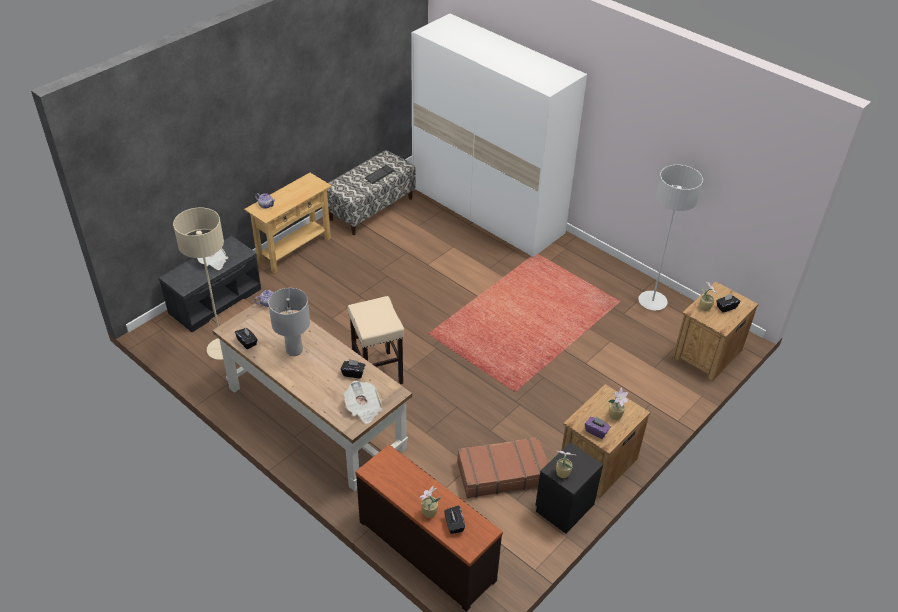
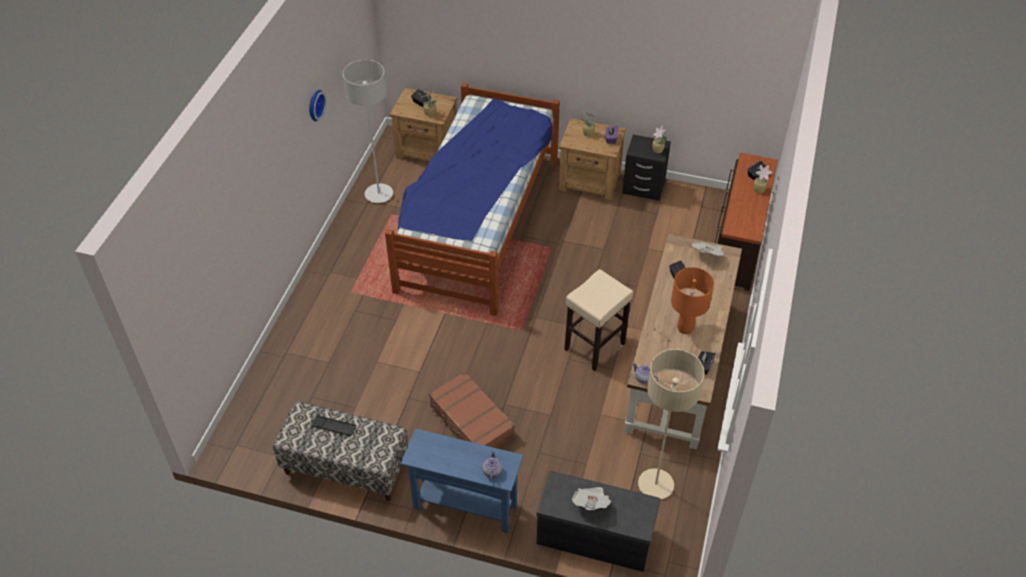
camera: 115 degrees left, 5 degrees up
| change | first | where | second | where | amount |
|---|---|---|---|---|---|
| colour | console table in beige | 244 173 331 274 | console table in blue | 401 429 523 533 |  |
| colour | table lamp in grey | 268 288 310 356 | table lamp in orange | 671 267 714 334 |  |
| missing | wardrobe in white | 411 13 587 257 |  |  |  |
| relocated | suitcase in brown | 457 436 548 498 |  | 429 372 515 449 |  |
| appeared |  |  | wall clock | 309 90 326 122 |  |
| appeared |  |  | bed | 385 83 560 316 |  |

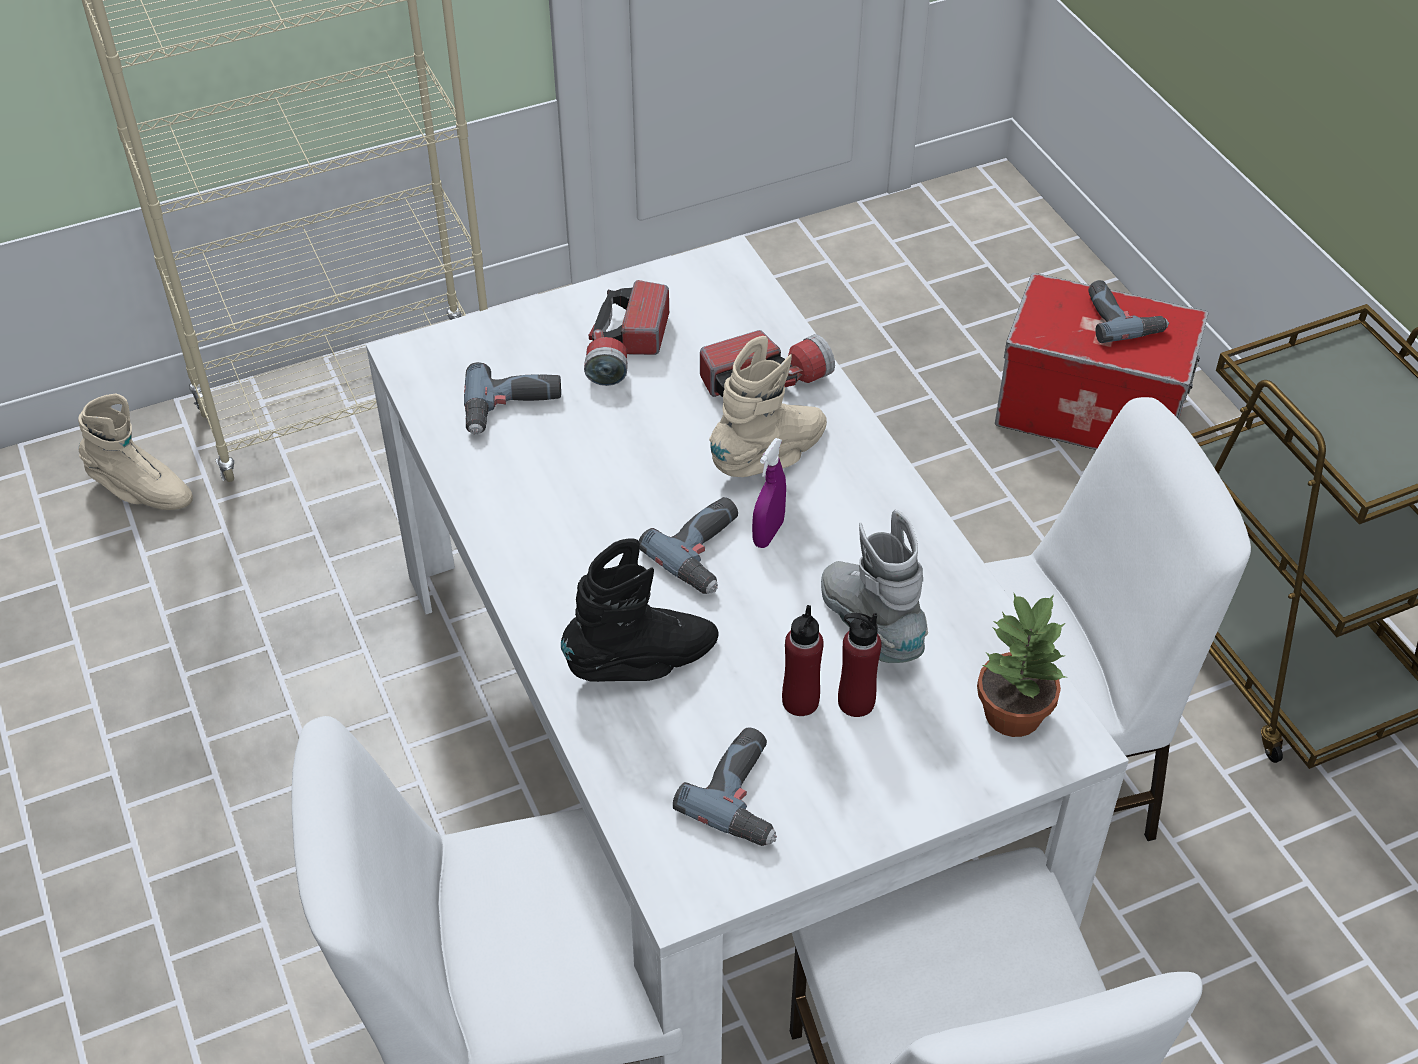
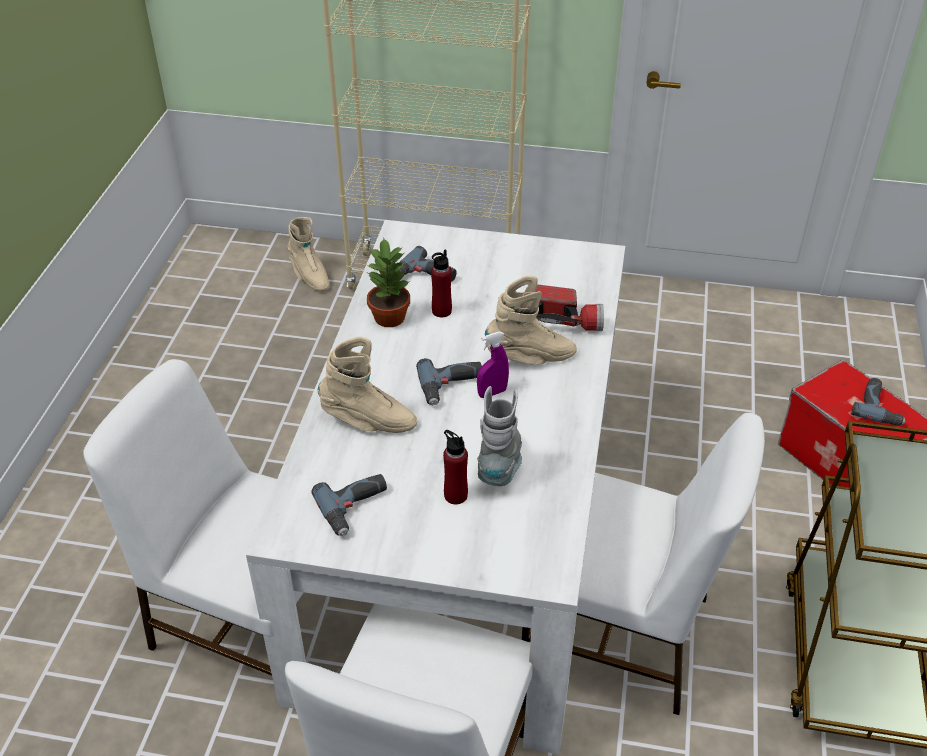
camera: 35 degrees right, 5 degrees down
| change | first | where | second | where | amount |
|---|---|---|---|---|---|
| colour | boot in black | 561 538 719 682 | boot in beige | 318 337 417 433 |  |
| missing | flashlight | 584 280 669 386 |  |  |  |
| relocated | bottle in red | 782 605 824 716 |  | 431 249 452 318 |  |
| relocated | potted plant | 977 592 1068 737 |  | 366 238 410 327 |  |

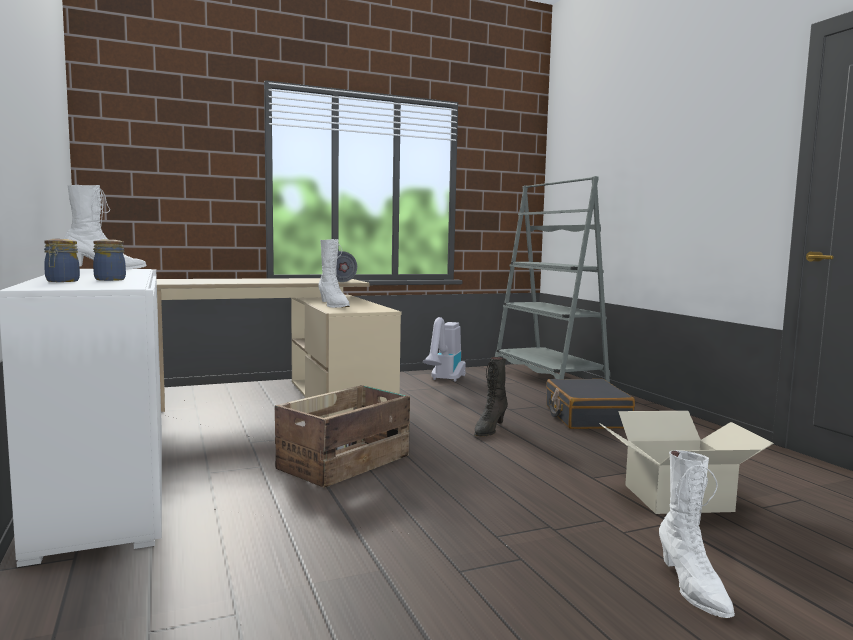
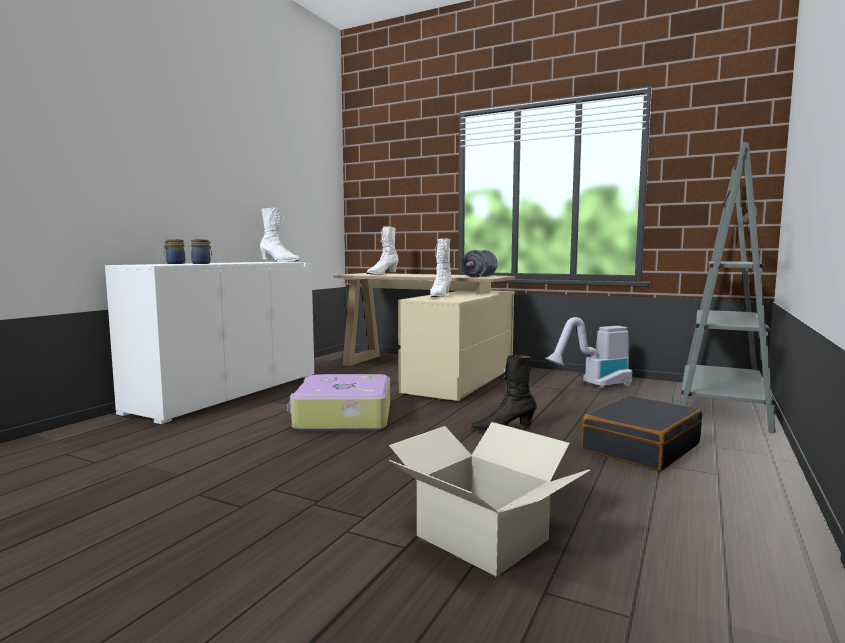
camera: 50 degrees right, 0 degrees up
| change | first | where | second | where | amount |
|---|---|---|---|---|---|
| exchanged | crate | 275 385 410 488 | suitcase | 287 374 390 431 |  |
| relocated | boot in white | 659 450 735 618 |  | 367 226 399 274 |  |

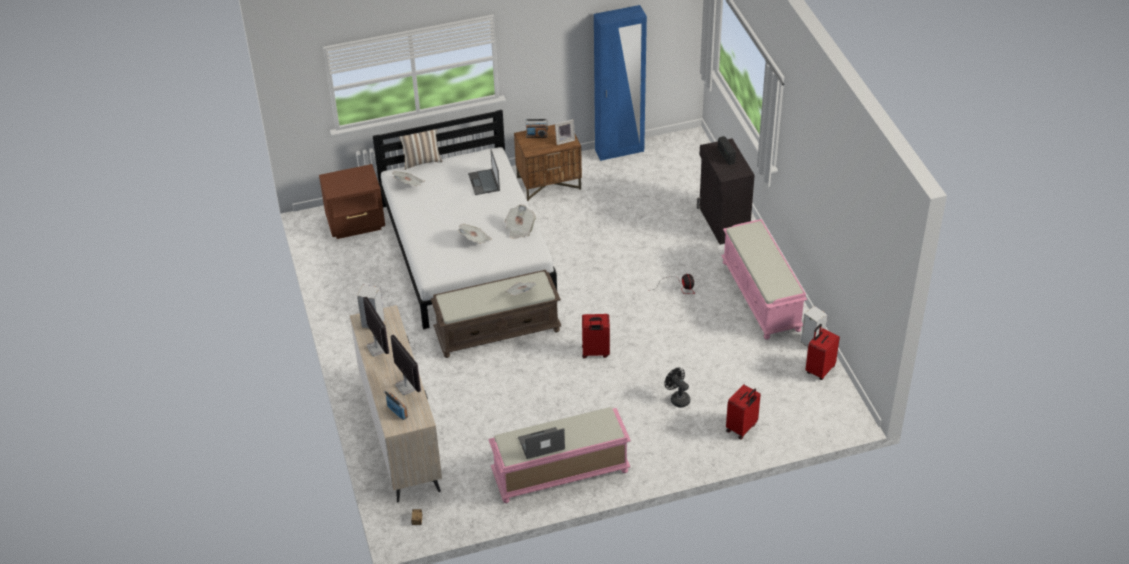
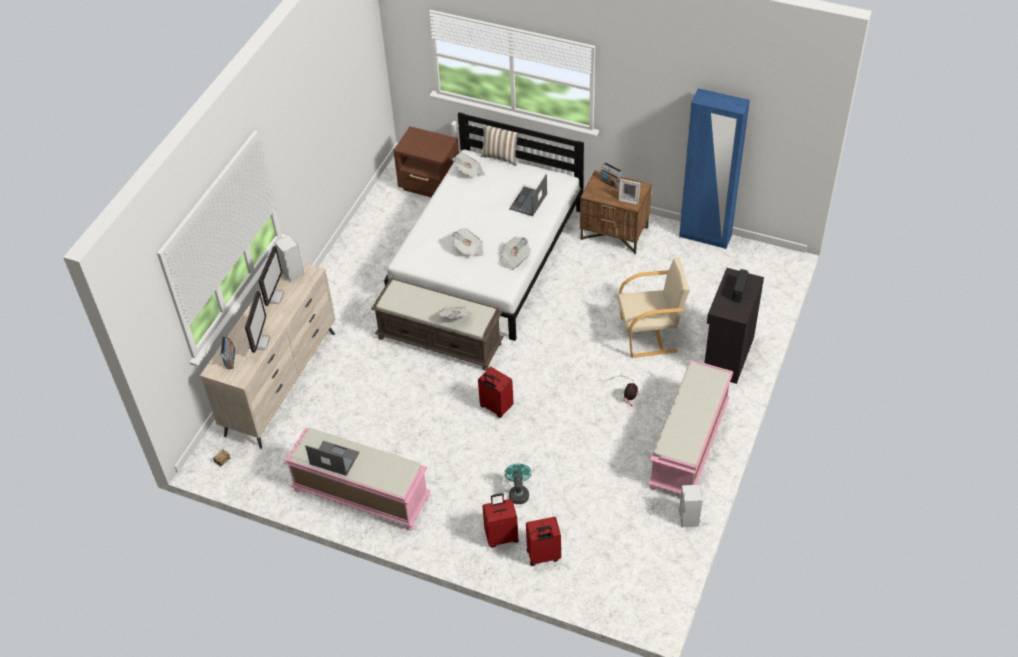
camera: 40 degrees right, 5 degrees up
| change | first | where | second | where | amount |
|---|---|---|---|---|---|
| colour | fan in black | 664 368 690 408 | fan in turquoise | 504 464 532 504 |  |
| relocated | suitcase in red | 805 324 840 380 |  | 482 493 519 548 |  |
| appeared |  |  | armchair in beige | 617 257 690 358 |  |

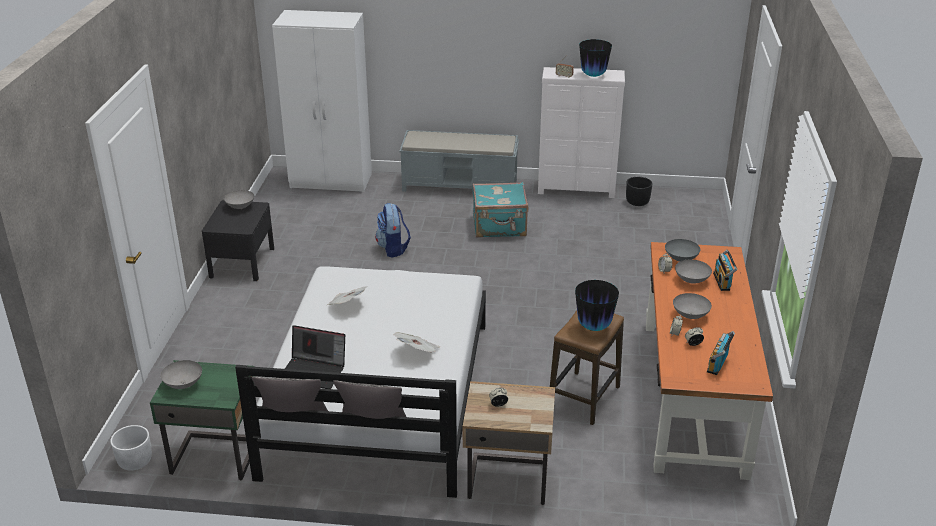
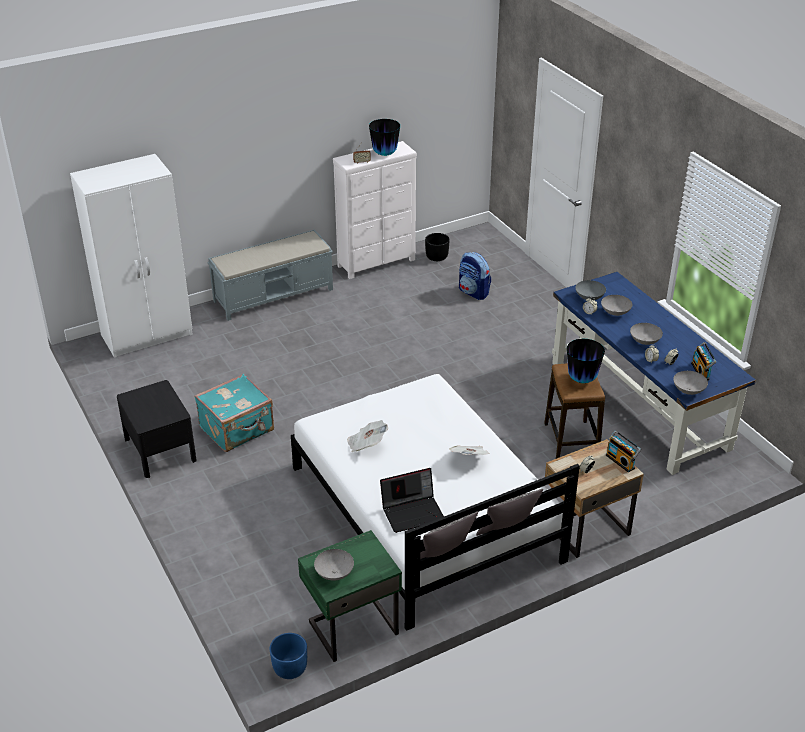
camera: 35 degrees left, 5 degrees up
| change | first | where | second | where | amount |
|---|---|---|---|---|---|
| colour | planter in white | 110 425 152 471 | planter in blue | 270 633 307 679 |  |
| relocated | bowl in grey | 224 190 254 209 |  | 673 371 708 395 |  |
| relocated | backpack | 375 203 411 258 |  | 459 252 491 300 |  |
| relocated | suitcase in turquoise | 473 182 528 238 |  | 194 374 274 452 |  |
| colour | desk in orange | 646 242 773 480 | desk in blue | 552 272 756 475 |  |
| relocated | radio | 713 250 737 291 |  | 606 430 641 473 |  |

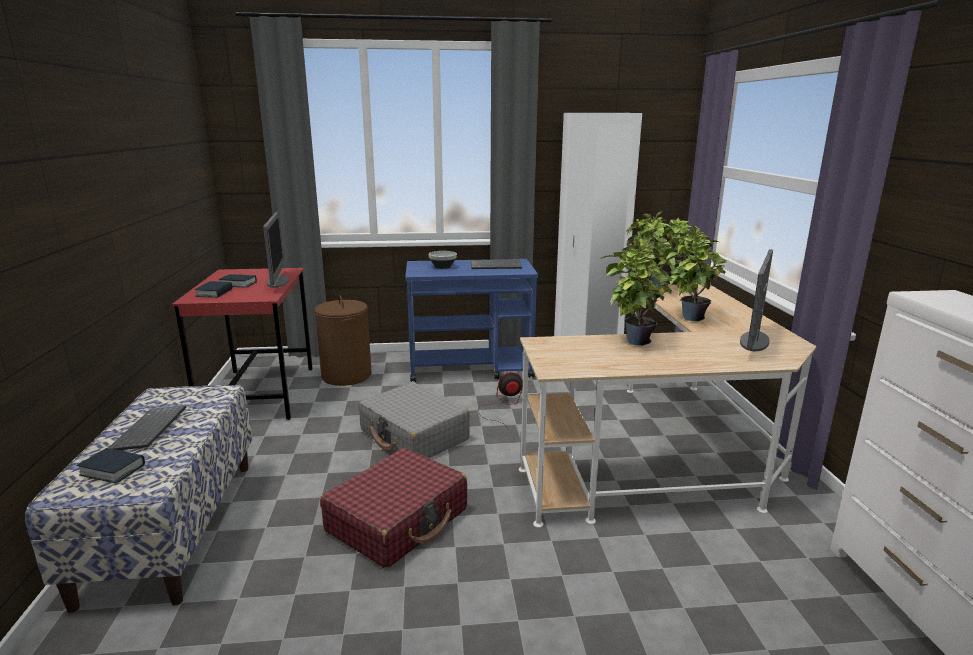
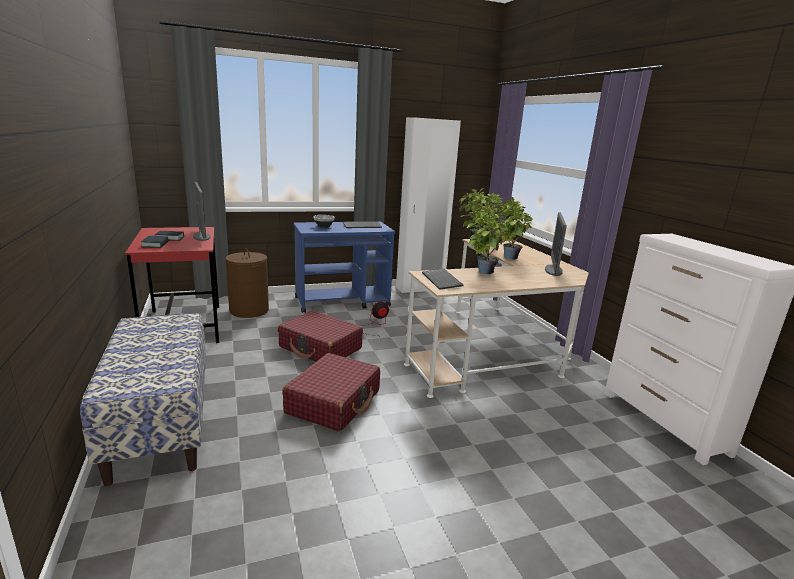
camera: 15 degrees left, 0 degrees up
| change | first | where | second | where | amount |
|---|---|---|---|---|---|
| missing | book | 77 448 145 483 |  |  |  |
| relocated | keyboard | 109 405 187 450 |  | 422 269 464 290 |  |
| colour | suitcase in grey | 358 382 470 458 | suitcase in red | 278 310 363 362 |  |

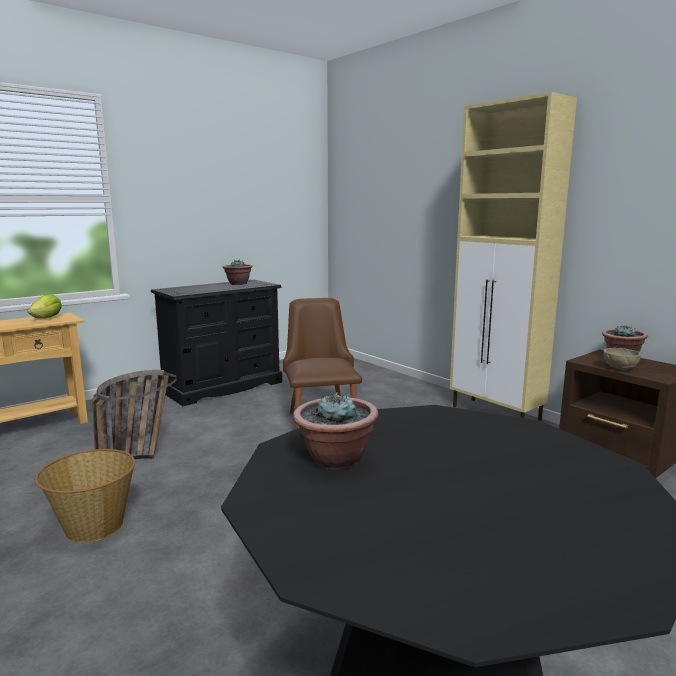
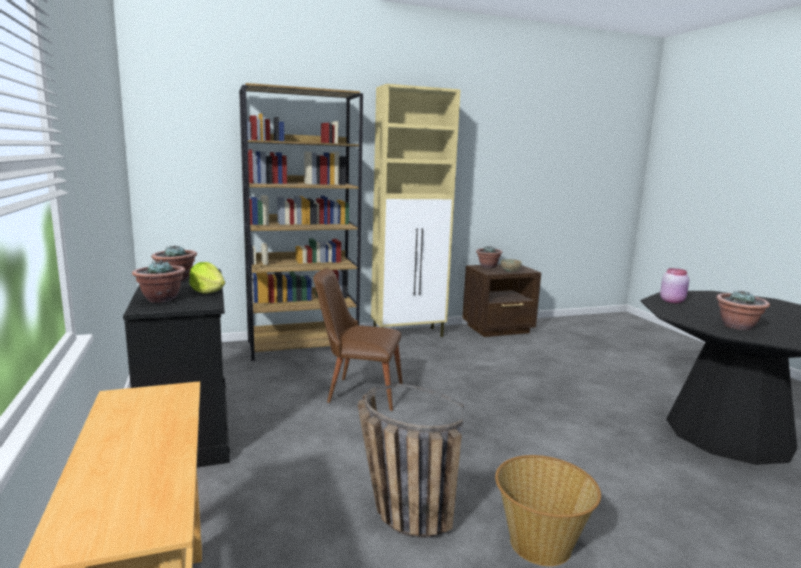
camera: 70 degrees left, 0 degrees up
| change | first | where | second | where | amount |
|---|---|---|---|---|---|
| relocated | lettuce | 27 294 62 319 |  | 189 262 225 294 |  |
| appeared |  |  | potted plant | 132 259 186 303 |  |
| appeared |  |  | bookcase in brown | 239 83 363 361 |  |
| appeared |  |  | jar in pink | 660 268 689 303 |  |

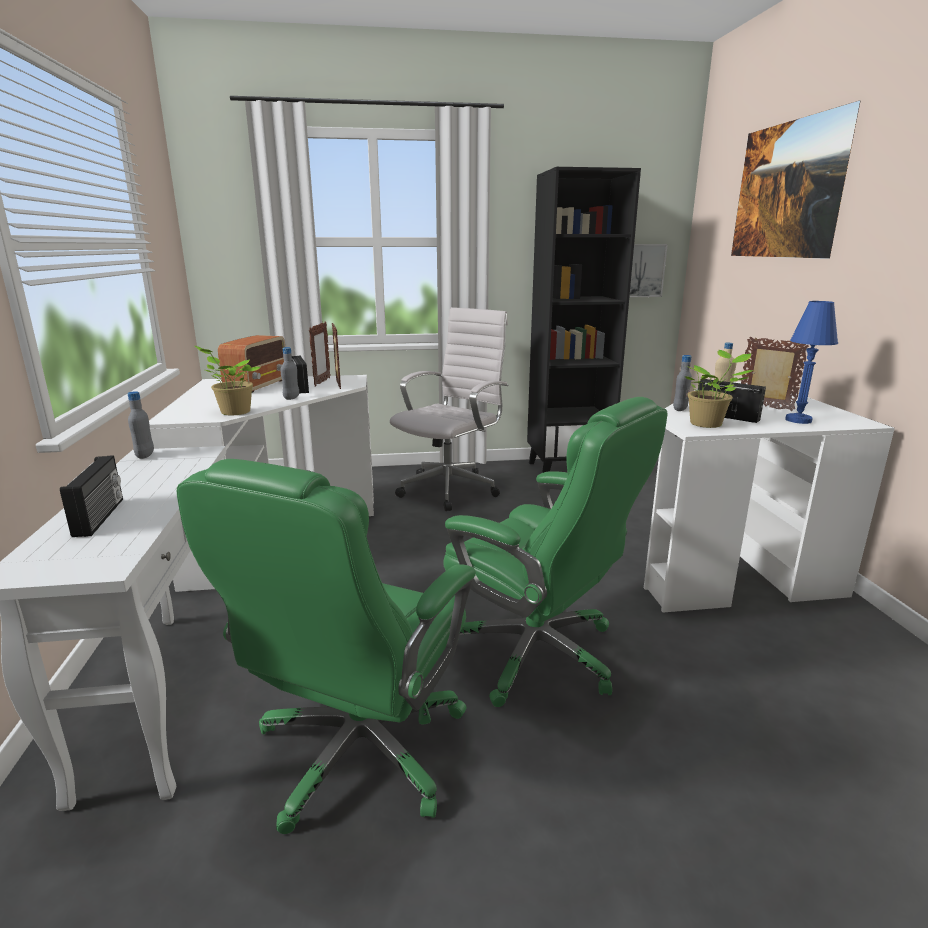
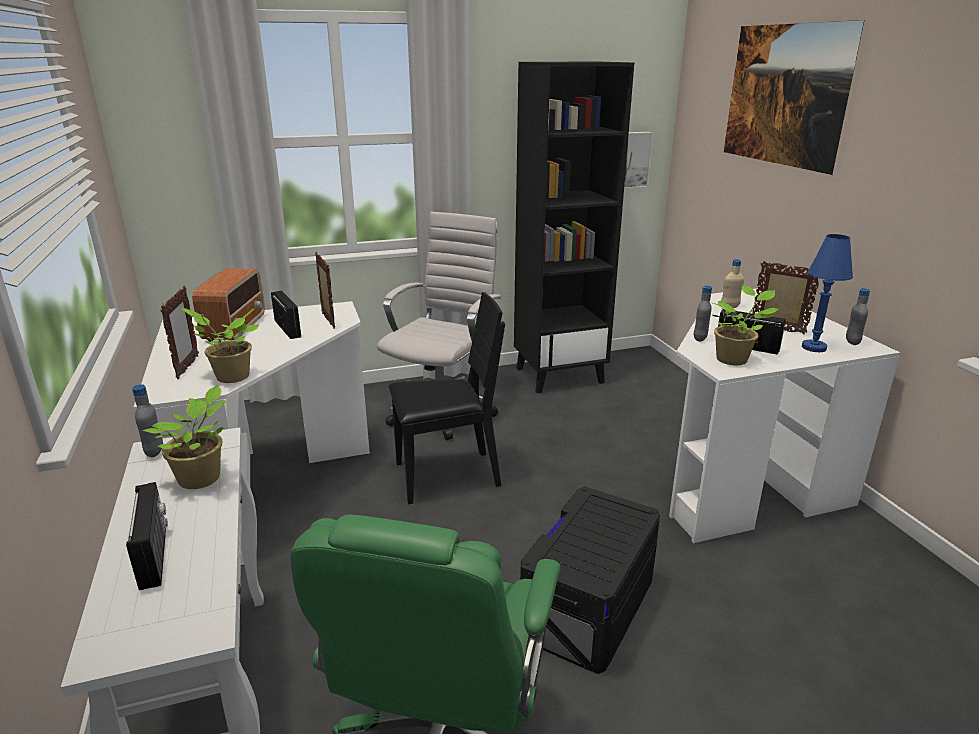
camera: 10 degrees left, 5 degrees up
| change | first | where | second | where | amount |
|---|---|---|---|---|---|
| relocated | bottle in grey | 280 347 299 400 |  | 846 288 870 345 |  |
| relocated | picture frame | 309 321 331 386 |  | 160 286 199 379 |  |
| exchanged | office chair in green | 443 397 667 707 | storage box in black | 520 486 660 674 |  |
| appeared |  |  | potted plant | 142 385 226 489 |  |
| appeared |  |  | chair in black | 388 292 505 504 |  |

